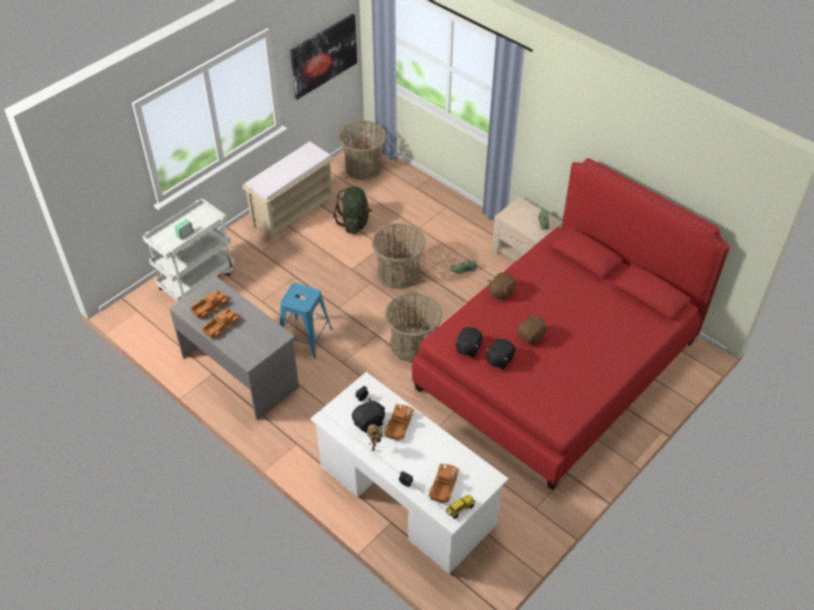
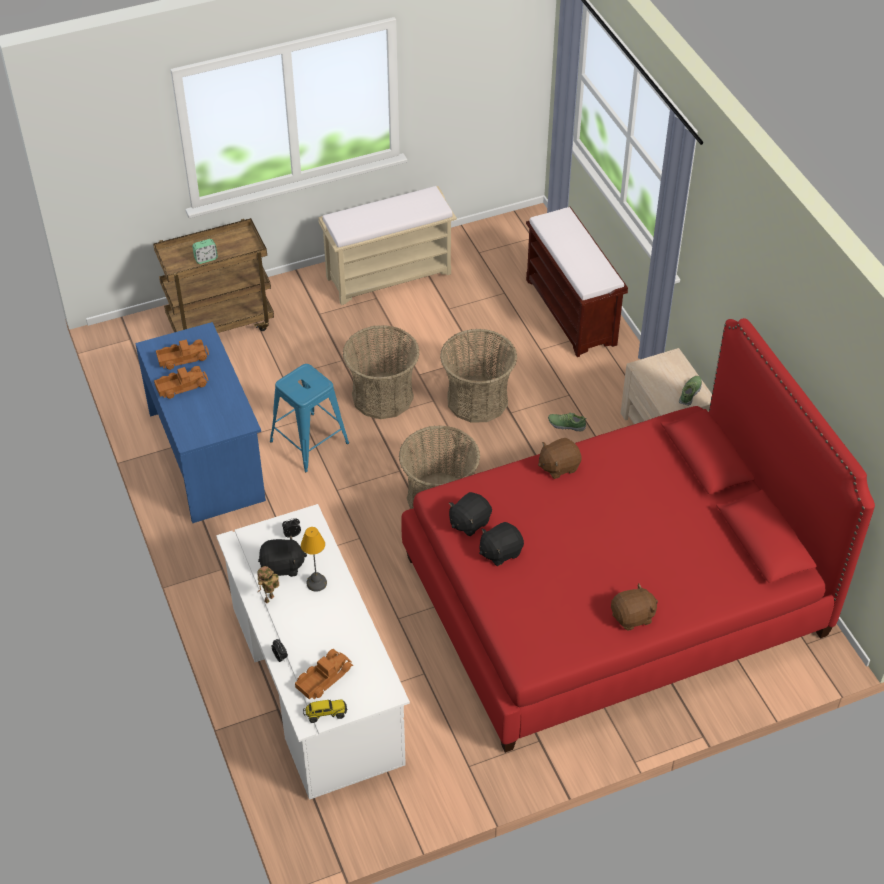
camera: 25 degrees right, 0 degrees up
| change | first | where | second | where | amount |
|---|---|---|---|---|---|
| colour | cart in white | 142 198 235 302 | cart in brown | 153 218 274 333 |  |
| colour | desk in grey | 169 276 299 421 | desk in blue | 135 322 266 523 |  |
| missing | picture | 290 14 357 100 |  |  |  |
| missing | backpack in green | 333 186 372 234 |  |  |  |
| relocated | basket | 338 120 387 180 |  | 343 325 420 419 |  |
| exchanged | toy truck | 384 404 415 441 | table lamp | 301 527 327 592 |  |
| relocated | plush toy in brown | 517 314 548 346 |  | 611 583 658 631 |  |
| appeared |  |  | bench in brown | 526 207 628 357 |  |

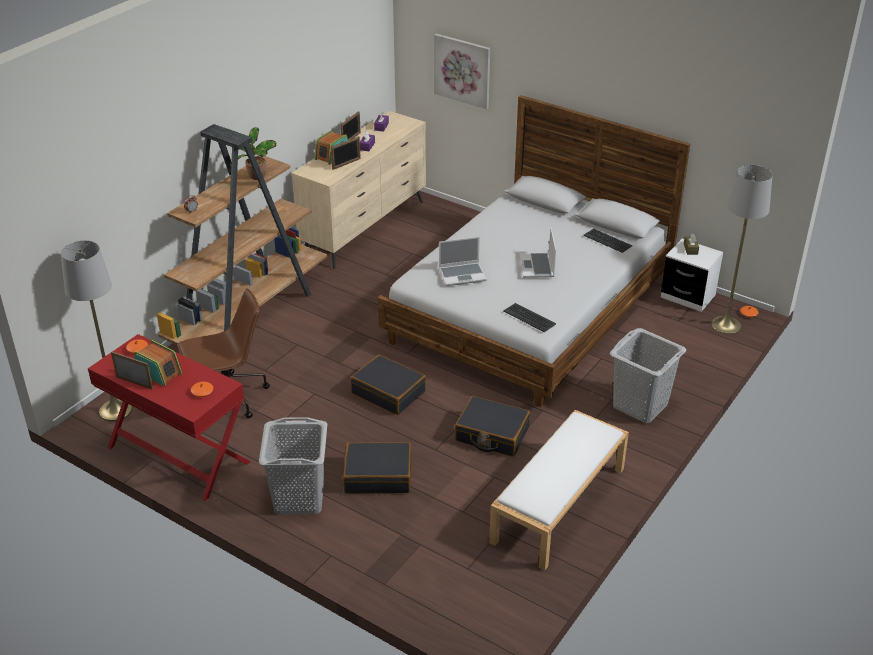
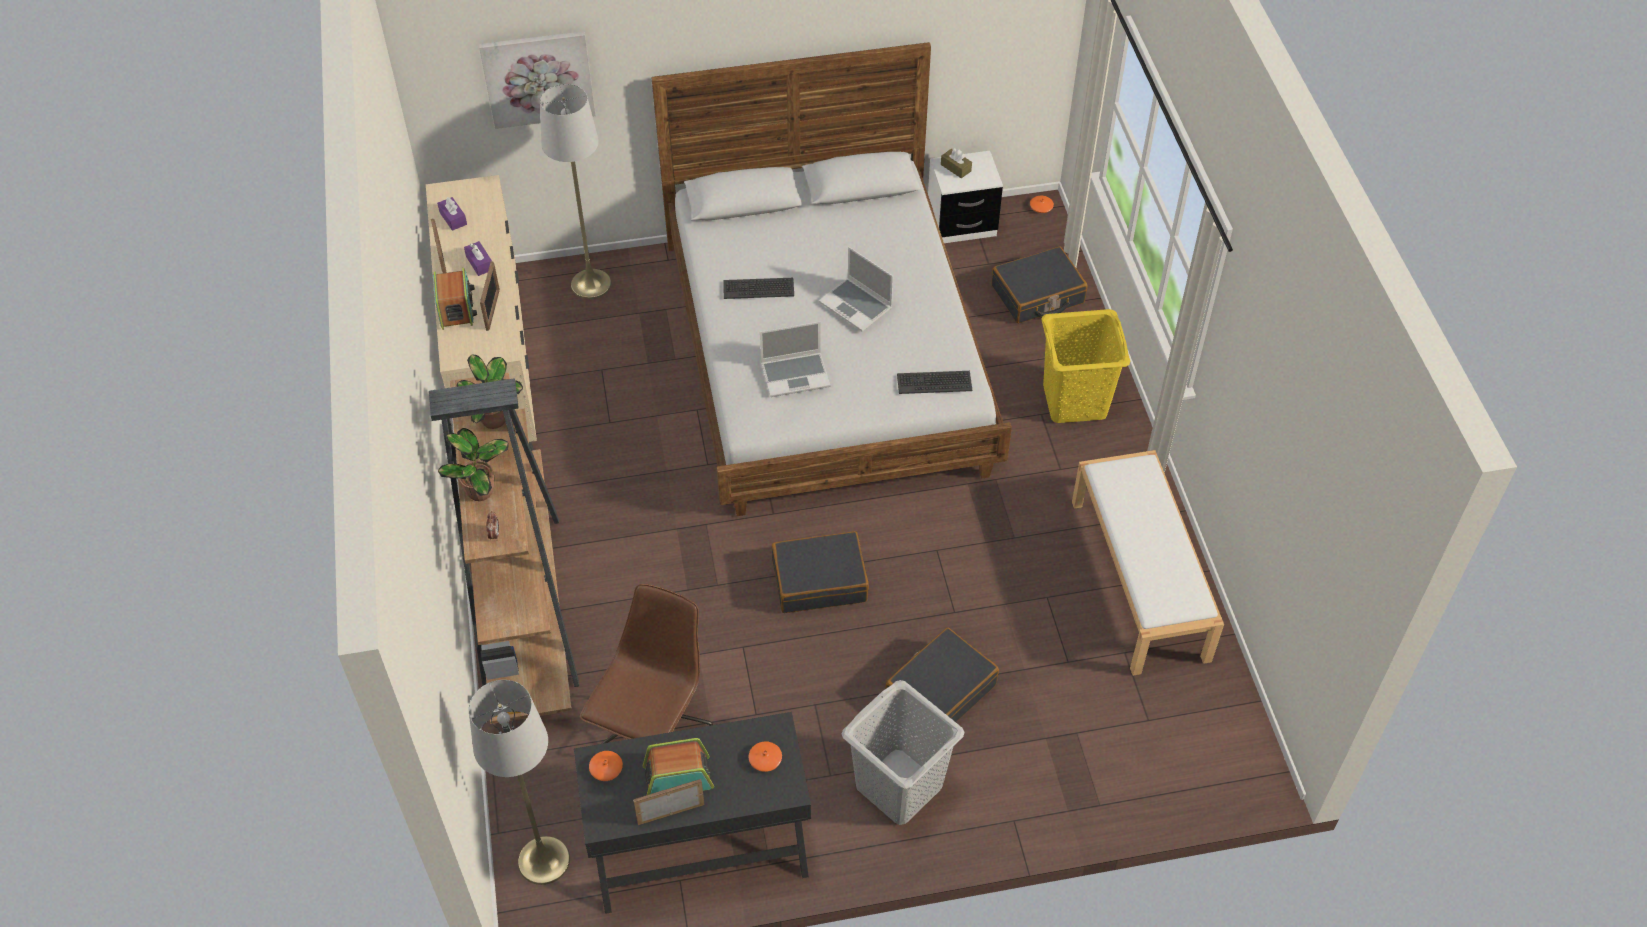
camera: 45 degrees left, 15 degrees up
| change | first | where | second | where | amount |
|---|---|---|---|---|---|
| colour | desk in red | 88 334 251 501 | desk in black | 574 712 811 914 |  |
| spun | laptop | 439 237 487 286 |  | 760 321 830 397 | 45 degrees clockwise |
| relocated | suitcase in black | 455 396 530 457 |  | 992 246 1087 323 |  |
| relocated | keyboard | 583 229 632 253 |  | 723 278 794 299 |  |
| colour | laundry basket in grey | 610 328 686 423 | laundry basket in yellow | 1041 309 1130 423 |  |
| relocated | floor lamp in grey | 711 165 773 335 |  | 540 84 611 299 |  |
| appeared |  |  | potted plant | 438 428 508 501 |  |

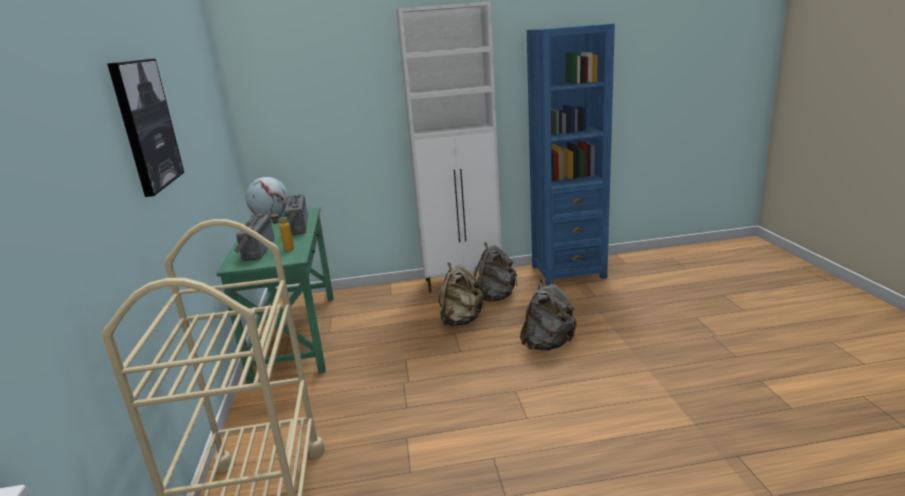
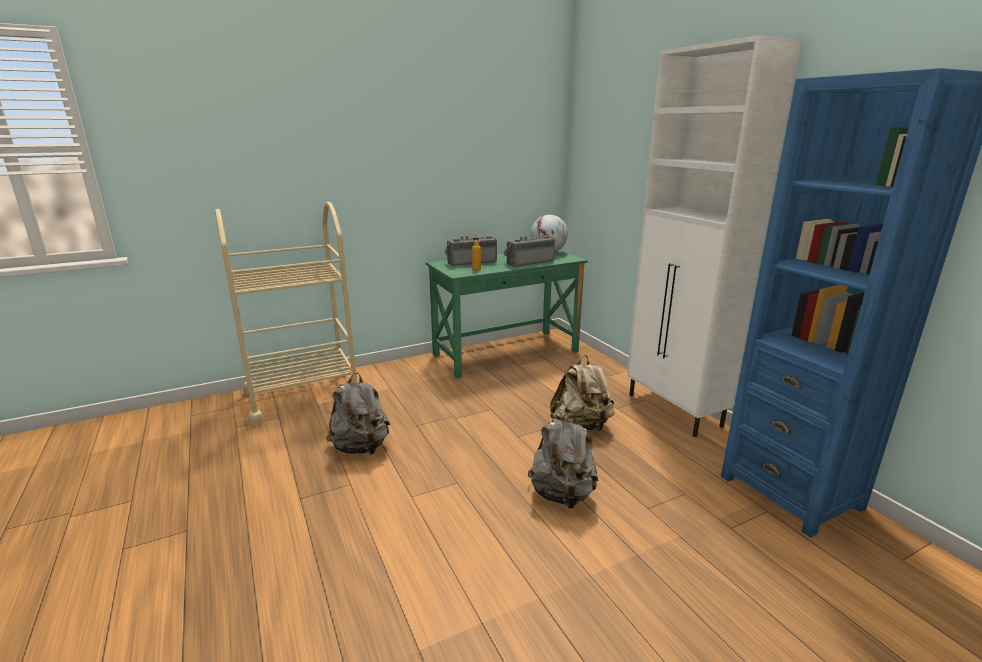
camera: 70 degrees right, 0 degrees up
| change | first | where | second | where | amount |
|---|---|---|---|---|---|
| missing | picture | 107 58 184 197 |  |  |  |
| relocated | backpack in grey | 474 242 517 302 |  | 326 373 390 455 |  |

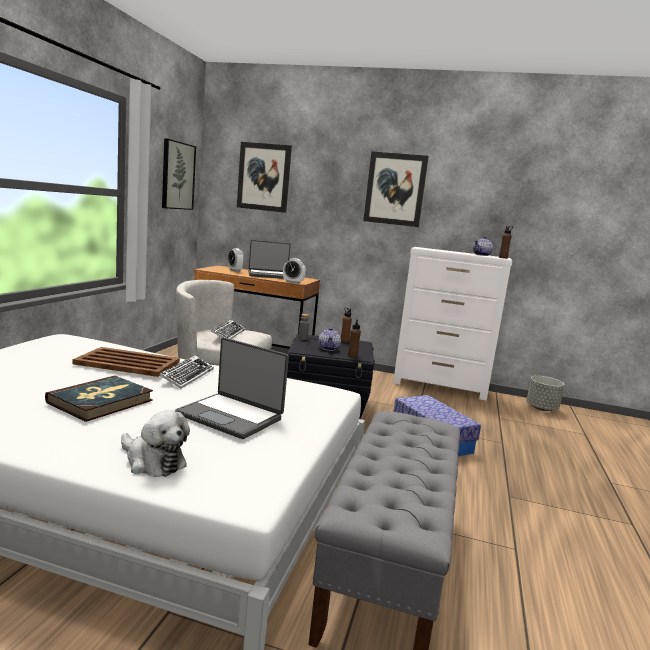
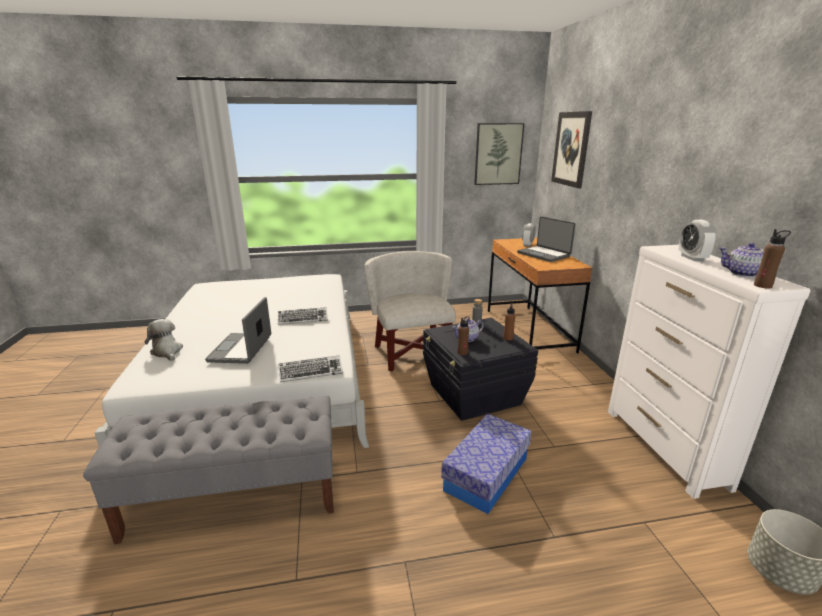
camera: 65 degrees right, 10 degrees up
| change | first | where | second | where | amount |
|---|---|---|---|---|---|
| missing | book | 45 376 153 422 |  |  |  |
| missing | tray in brown | 73 347 180 377 |  |  |  |
| spun | plush toy | 121 410 190 477 |  | 145 319 183 361 | 135 degrees clockwise |
| relocated | keyboard | 211 319 246 339 |  | 279 355 343 383 |  |
| relocated | alarm clock | 283 258 306 284 |  | 678 220 716 261 |  |
| missing | picture | 363 151 429 227 |  |  |  |

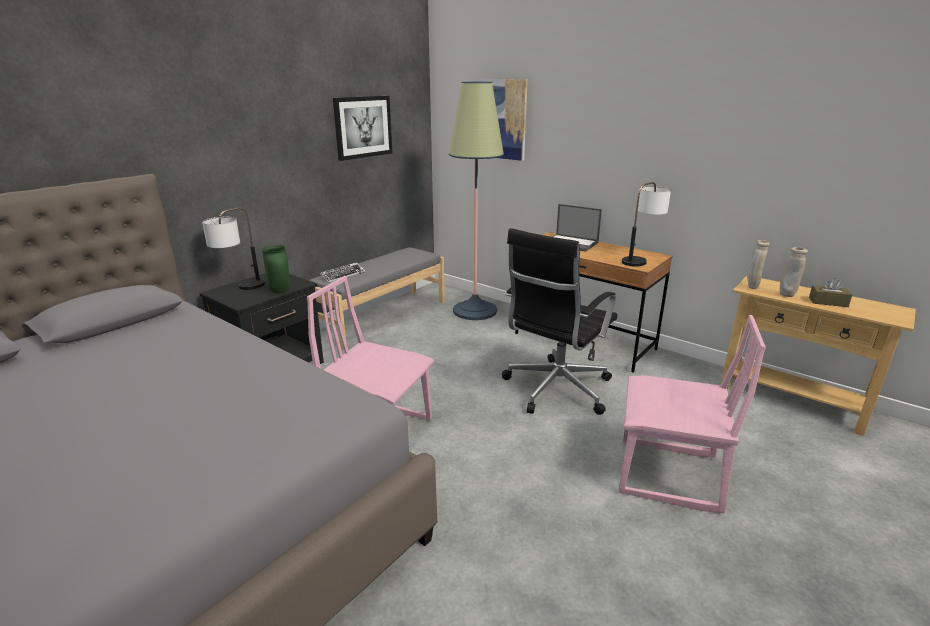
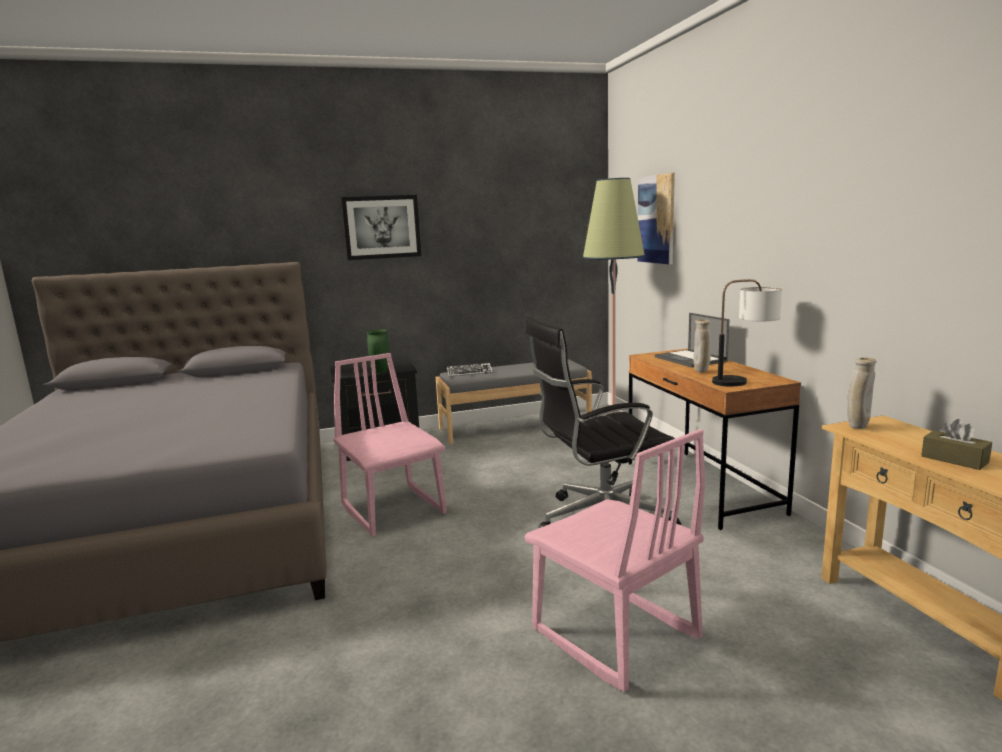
camera: 35 degrees right, 10 degrees down
| change | first | where | second | where | amount |
|---|---|---|---|---|---|
| missing | table lamp | 202 207 265 290 |  |  |  |
| relocated | picture | 333 96 392 161 |  | 341 195 421 260 |  |
| relocated | vase in beige | 780 247 808 297 |  | 693 319 711 373 |  |

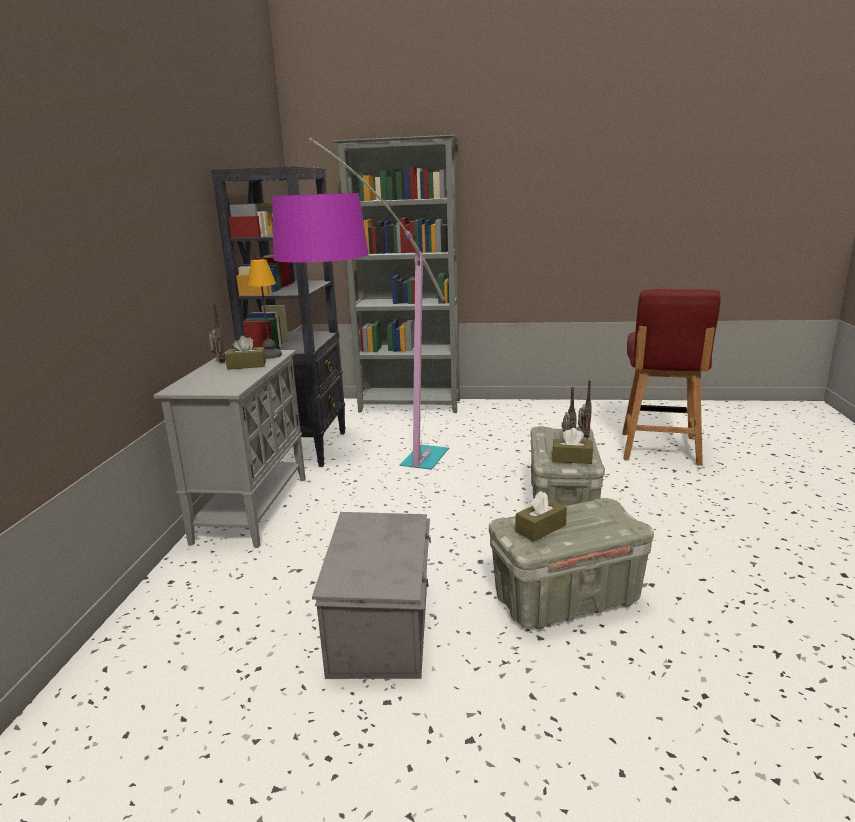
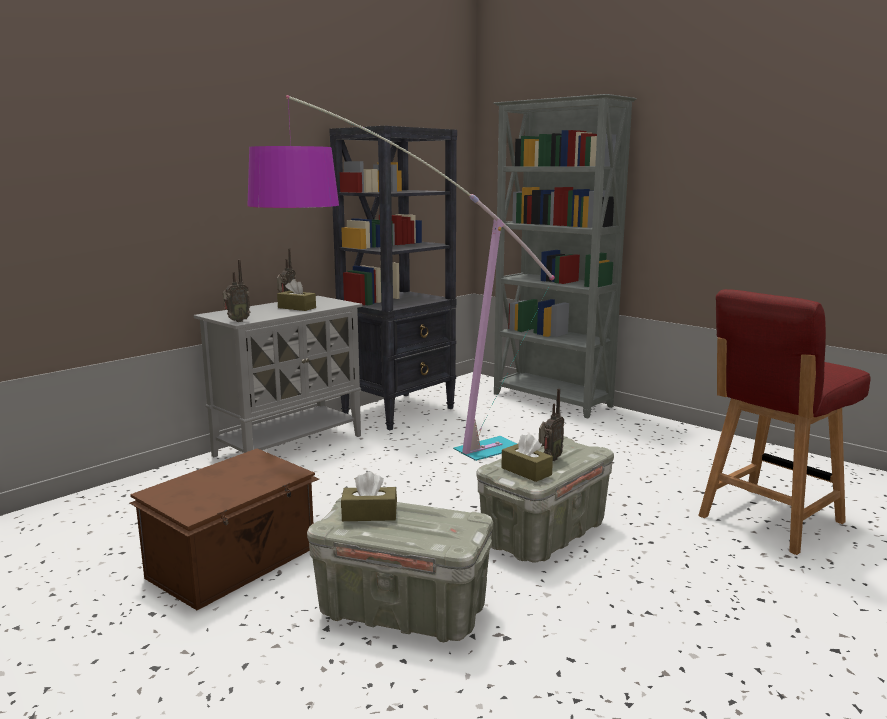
camera: 35 degrees right, 5 degrees down
| change | first | where | second | where | amount |
|---|---|---|---|---|---|
| missing | table lamp | 247 259 282 359 |  |  |  |
| colour | storage box in grey | 312 512 431 679 | storage box in brown | 130 449 319 610 |  |
| relocated | radio | 578 380 592 438 |  | 223 260 250 322 |  |

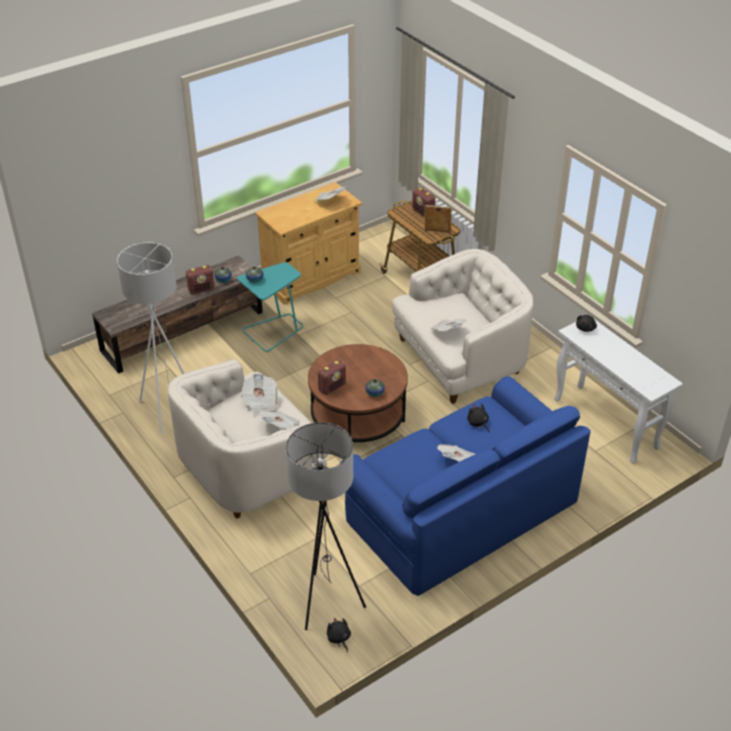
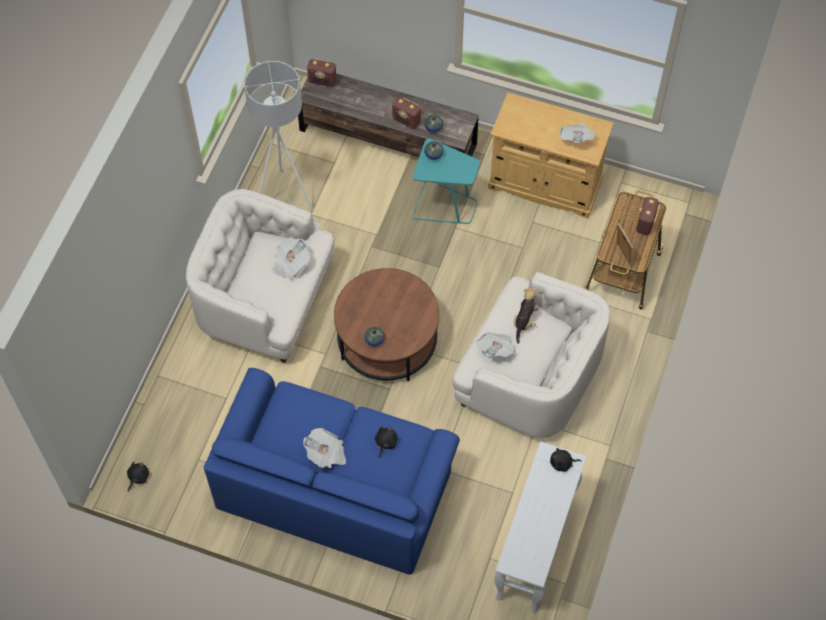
camera: 55 degrees right, 20 degrees up
| change | first | where | second | where | amount |
|---|---|---|---|---|---|
| missing | newspaper | 258 410 300 429 |  |  |  |
| missing | floor lamp in grey | 286 422 366 630 |  |  |  |
| relocated | radio | 318 360 346 395 |  | 307 59 337 87 |  |
| appeared |  |  | plush toy | 514 287 539 344 |  |

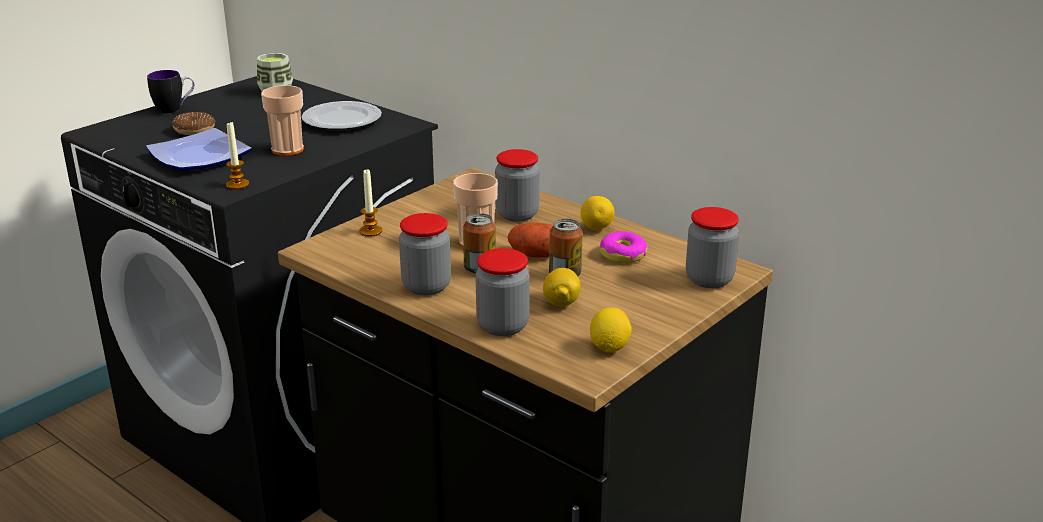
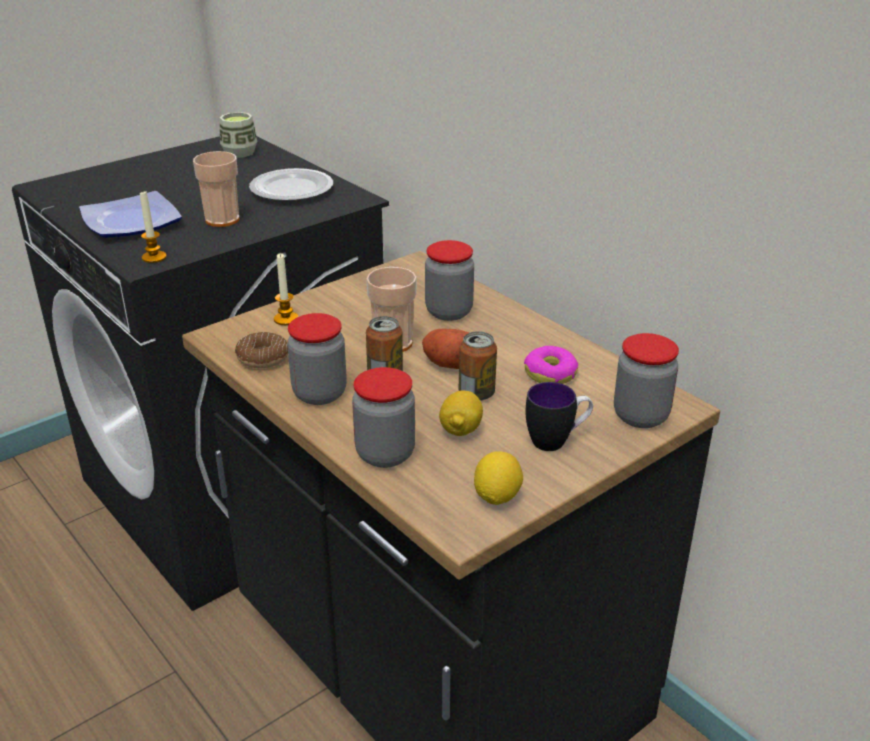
camera: 10 degrees right, 5 degrees up
| change | first | where | second | where | amount |
|---|---|---|---|---|---|
| relocated | mug | 147 70 195 113 |  | 526 382 593 451 |  |
| relocated | donut | 172 112 215 135 |  | 235 332 288 368 |  |
| missing | lemon | 580 196 615 230 |  |  |  |

